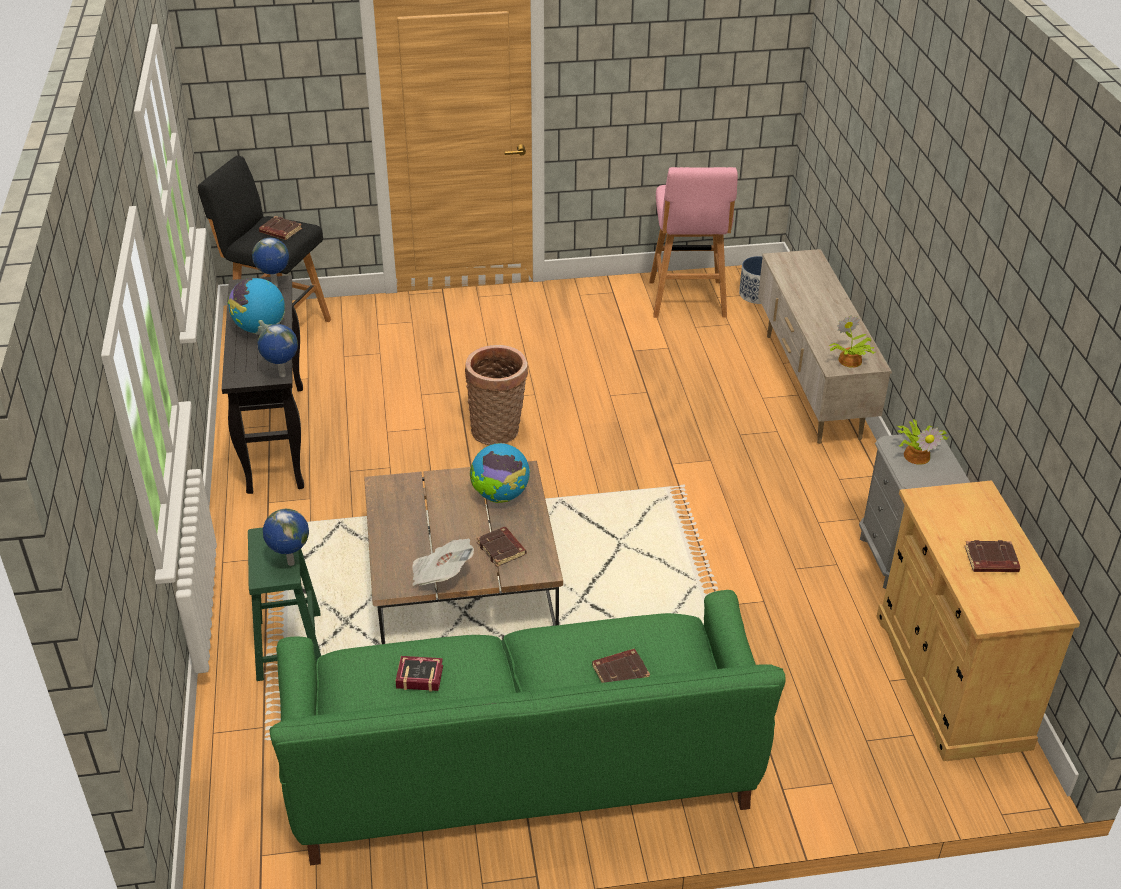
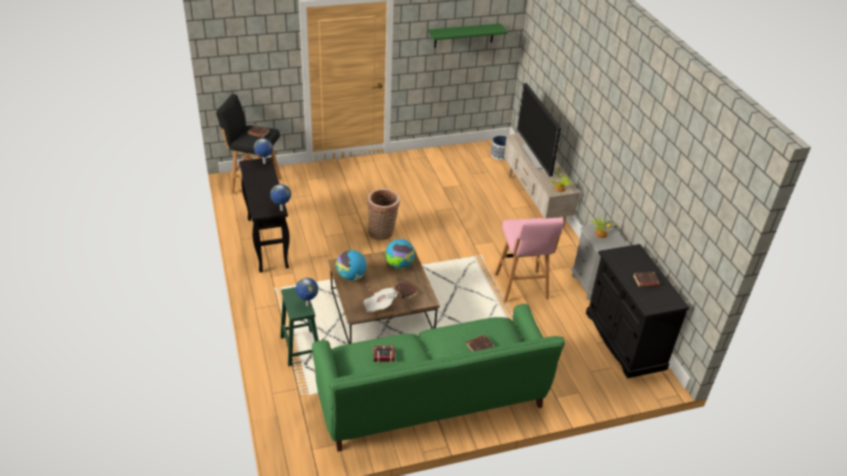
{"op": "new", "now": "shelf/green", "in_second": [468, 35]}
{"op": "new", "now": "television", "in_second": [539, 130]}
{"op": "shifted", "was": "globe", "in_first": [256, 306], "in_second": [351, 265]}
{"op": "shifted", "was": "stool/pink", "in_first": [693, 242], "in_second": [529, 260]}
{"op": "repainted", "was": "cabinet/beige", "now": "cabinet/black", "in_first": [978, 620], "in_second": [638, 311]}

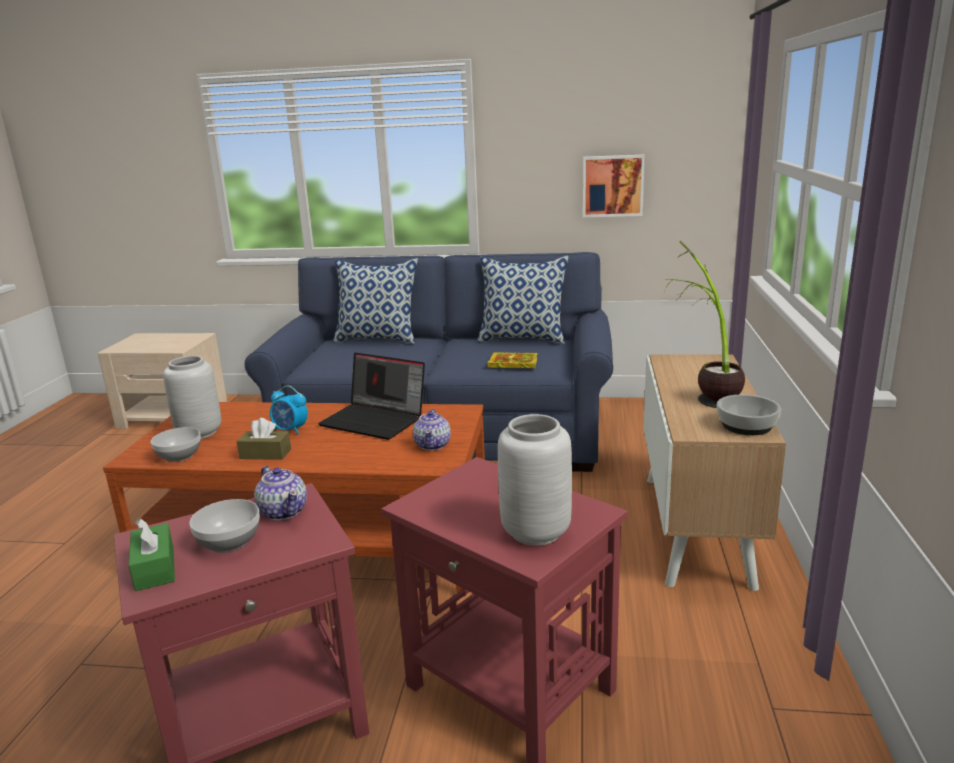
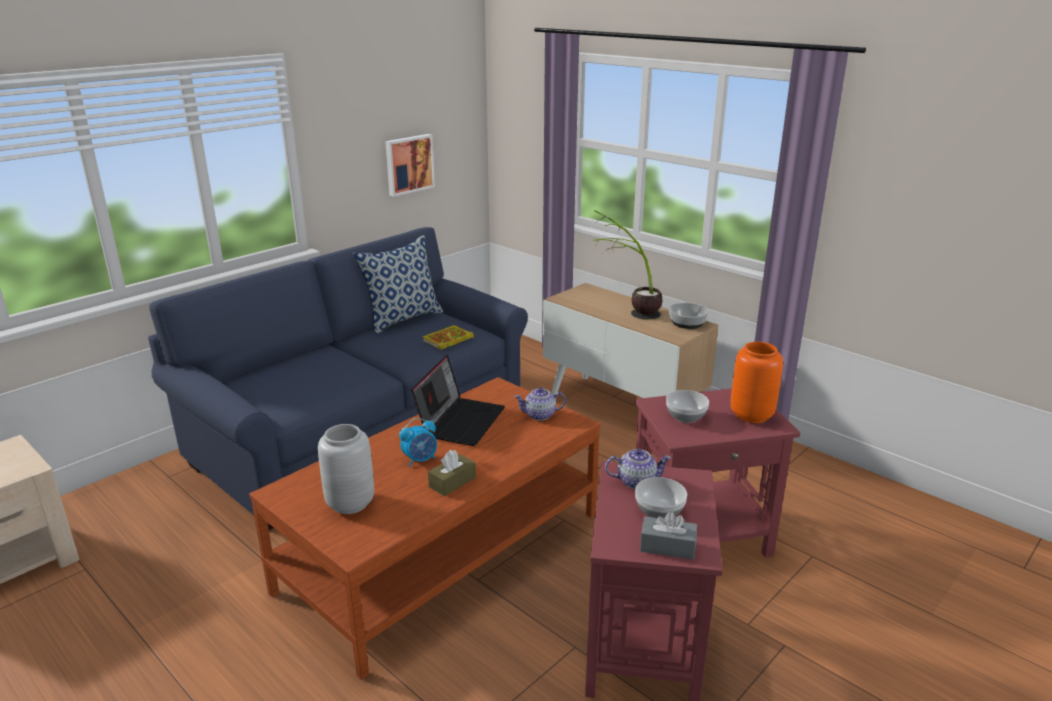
{"op": "gone", "was": "pillow", "in_first": [375, 301]}
{"op": "shifted", "was": "bowl", "in_first": [176, 444], "in_second": [687, 406]}
{"op": "repainted", "was": "tissue box/green", "now": "tissue box/grey", "in_first": [152, 554], "in_second": [668, 535]}
{"op": "repainted", "was": "vase/grey", "now": "vase/orange", "in_first": [535, 480], "in_second": [756, 382]}
{"op": "rotated", "was": "laptop", "in_first": [371, 396], "in_second": [458, 400], "clockwise": -45}
{"op": "rotated", "was": "teapot", "in_first": [432, 430], "in_second": [540, 404], "clockwise": 135}

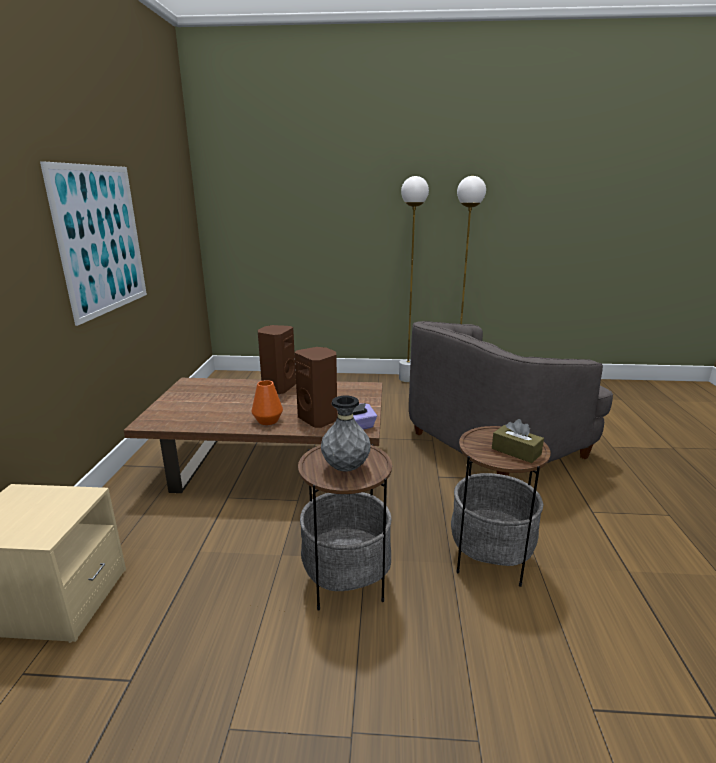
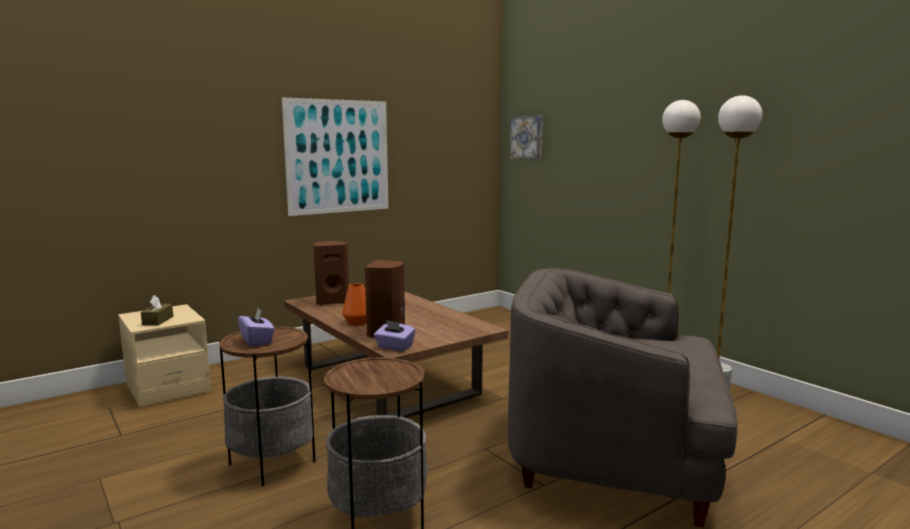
{"op": "new", "now": "picture", "in_second": [526, 138]}
{"op": "shifted", "was": "speaker/brown", "in_first": [277, 359], "in_second": [331, 273]}
{"op": "shifted", "was": "tissue box/brown", "in_first": [518, 441], "in_second": [157, 310]}
{"op": "swapped", "was": "vase/grey", "now": "tissue box/purple", "in_first": [346, 433], "in_second": [256, 327]}

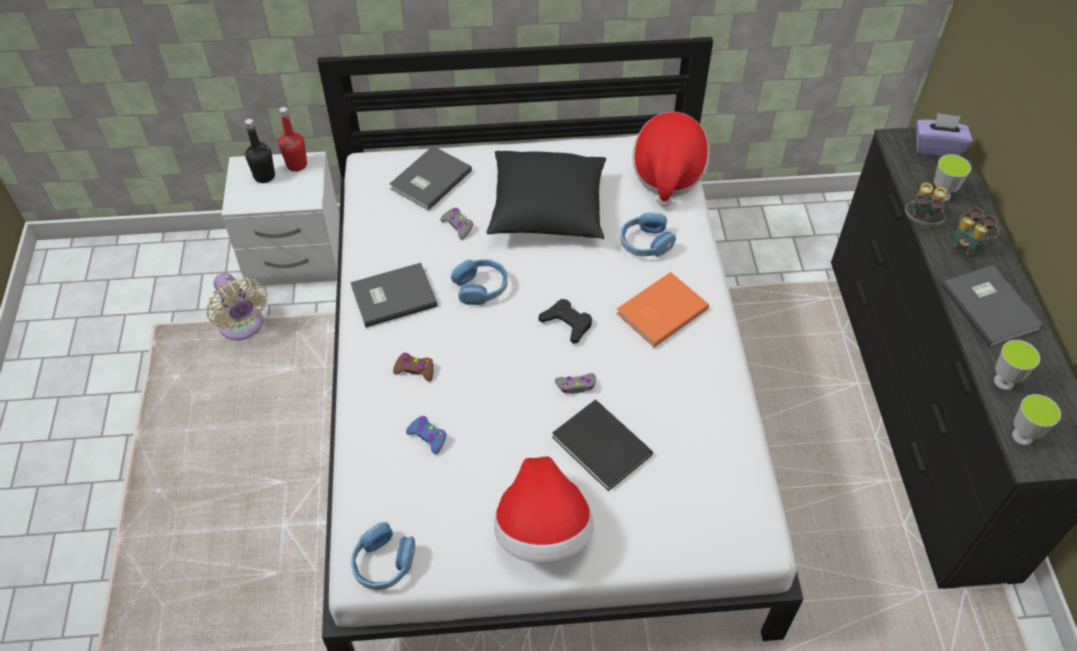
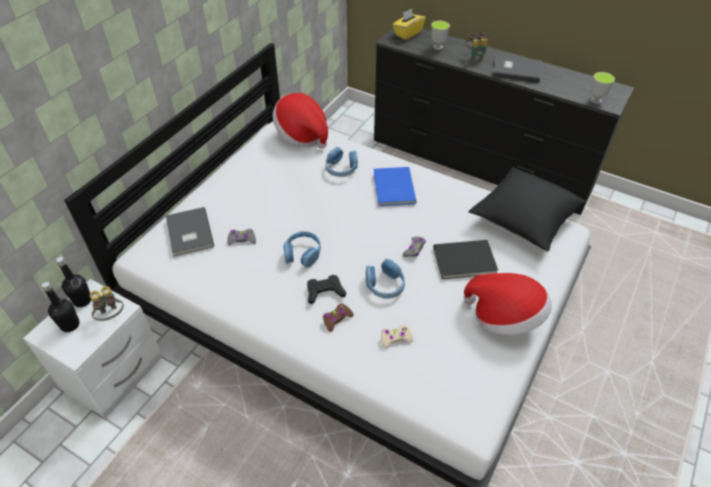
{"op": "gone", "was": "fan/beige", "in_first": [237, 306]}
{"op": "gone", "was": "book/grey", "in_first": [393, 295]}
{"op": "gone", "was": "cup", "in_first": [1017, 365]}
{"op": "shifted", "was": "headphones/blue", "in_first": [383, 556], "in_second": [385, 279]}
{"op": "shifted", "was": "pillow/black", "in_first": [546, 195], "in_second": [527, 209]}
{"op": "shifted", "was": "game controller/black", "in_first": [565, 321], "in_second": [326, 289]}
{"op": "shifted", "was": "binoculars", "in_first": [926, 204], "in_second": [107, 303]}
{"op": "repainted", "was": "bottle/red", "now": "bottle/black", "in_first": [293, 139], "in_second": [74, 282]}
{"op": "repainted", "was": "game controller/blue", "now": "game controller/beige", "in_first": [426, 435], "in_second": [397, 336]}
{"op": "repainted", "was": "book/orange", "now": "book/blue", "in_first": [662, 309], "in_second": [395, 186]}
{"op": "repainted", "was": "tissue box/purple", "now": "tissue box/yellow", "in_first": [944, 135], "in_second": [409, 24]}

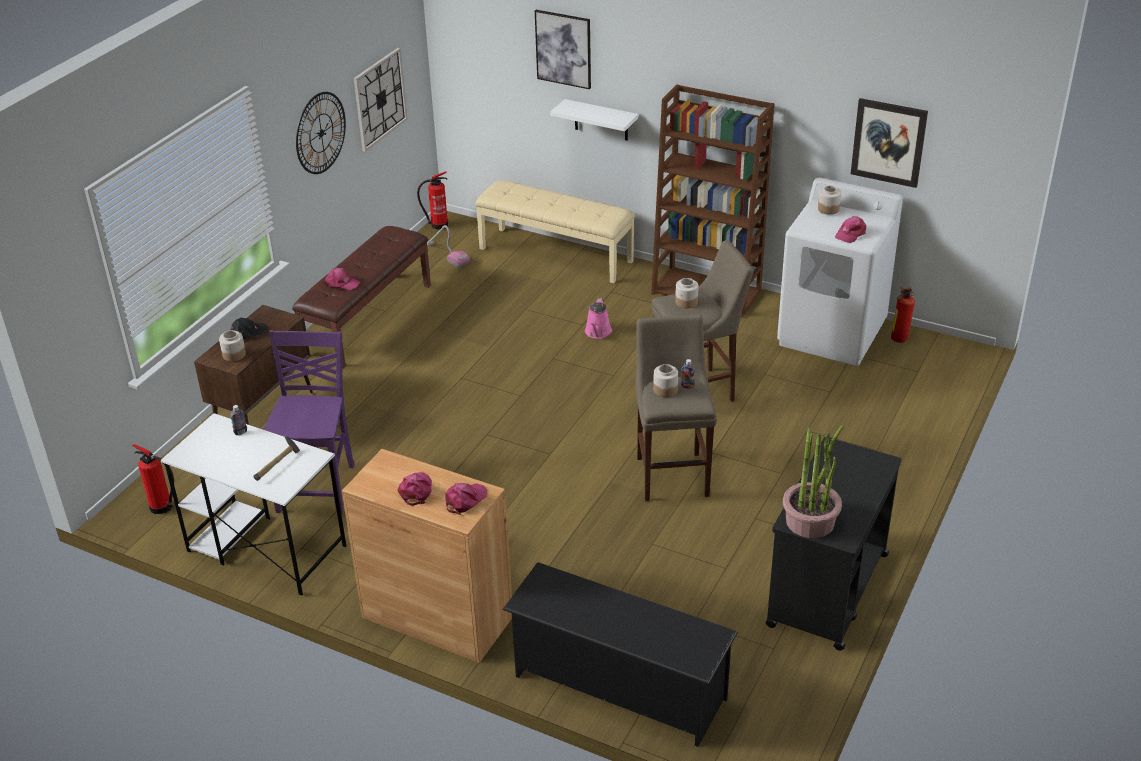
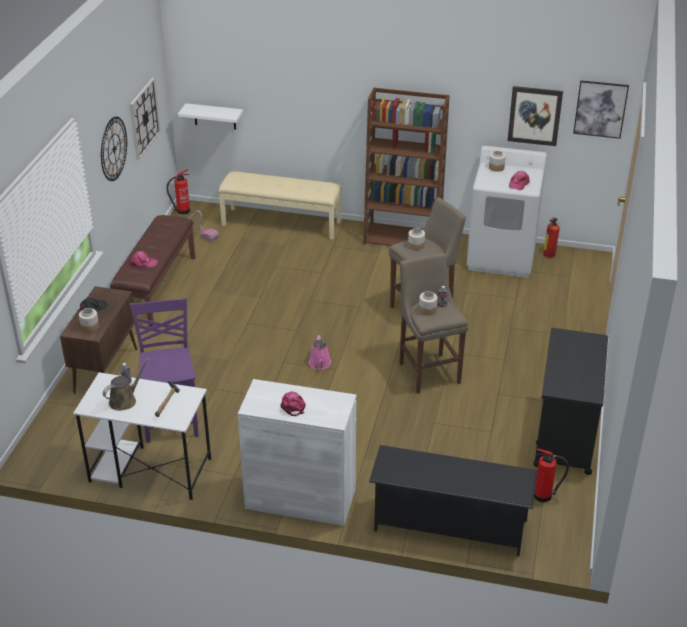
{"op": "gone", "was": "cap/pink", "in_first": [466, 499]}
{"op": "gone", "was": "potted plant", "in_first": [813, 481]}
{"op": "new", "now": "watering can/brown", "in_second": [126, 384]}
{"op": "shifted", "was": "fire extinguisher", "in_first": [153, 479], "in_second": [551, 475]}
{"op": "shifted", "was": "picture", "in_first": [563, 49], "in_second": [601, 109]}
{"op": "shifted", "was": "shelf/white", "in_first": [594, 120], "in_second": [210, 116]}
{"op": "shifted", "was": "watering can/pink", "in_first": [598, 318], "in_second": [320, 352]}
{"op": "repainted", "was": "cabinet/brown", "now": "cabinet/white", "in_first": [427, 556], "in_second": [297, 452]}

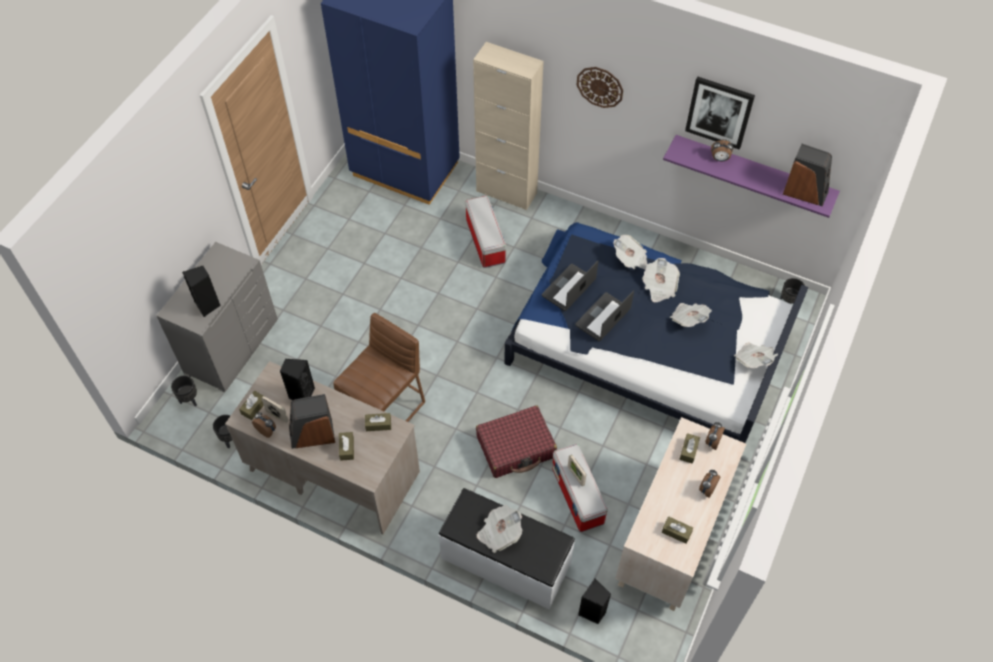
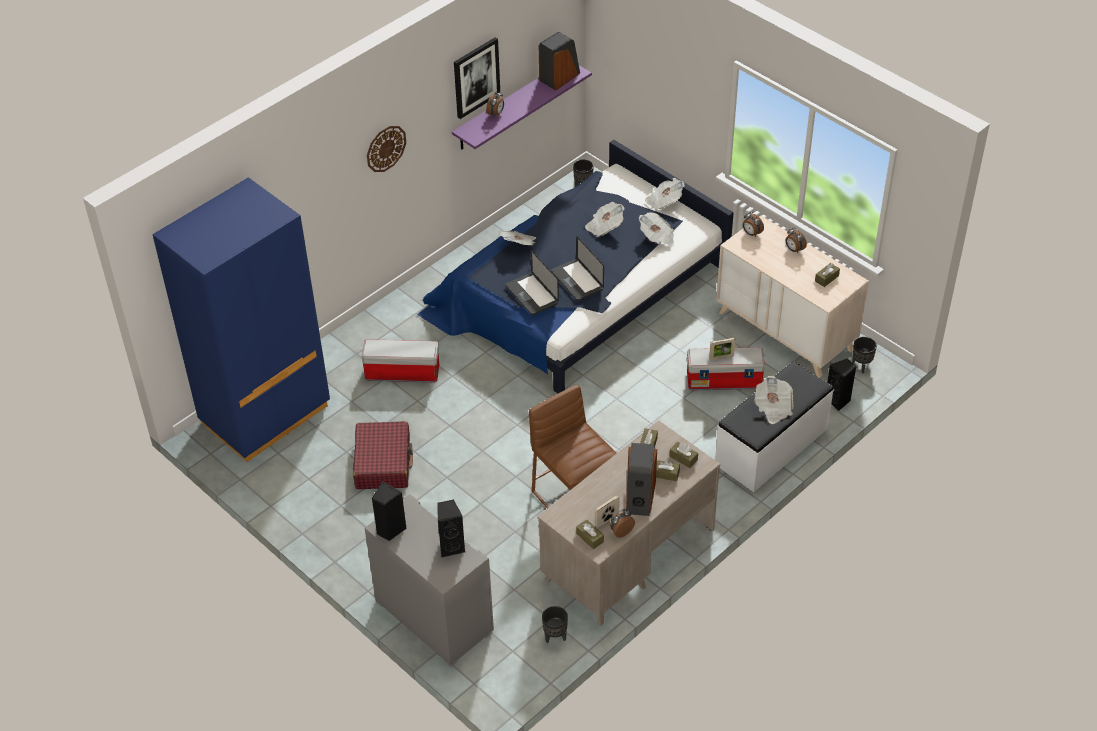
{"op": "gone", "was": "cabinet/beige", "in_first": [508, 126]}
{"op": "shifted", "was": "planter/black", "in_first": [184, 391], "in_second": [864, 355]}
{"op": "shifted", "was": "speaker/black", "in_first": [297, 379], "in_second": [389, 511]}
{"op": "shifted", "was": "suitcase/red", "in_first": [516, 441], "in_second": [383, 455]}
{"op": "shifted", "was": "newspaper", "in_first": [661, 280], "in_second": [656, 229]}
{"op": "shifted", "was": "tissue box/brown", "in_first": [689, 448], "in_second": [683, 455]}

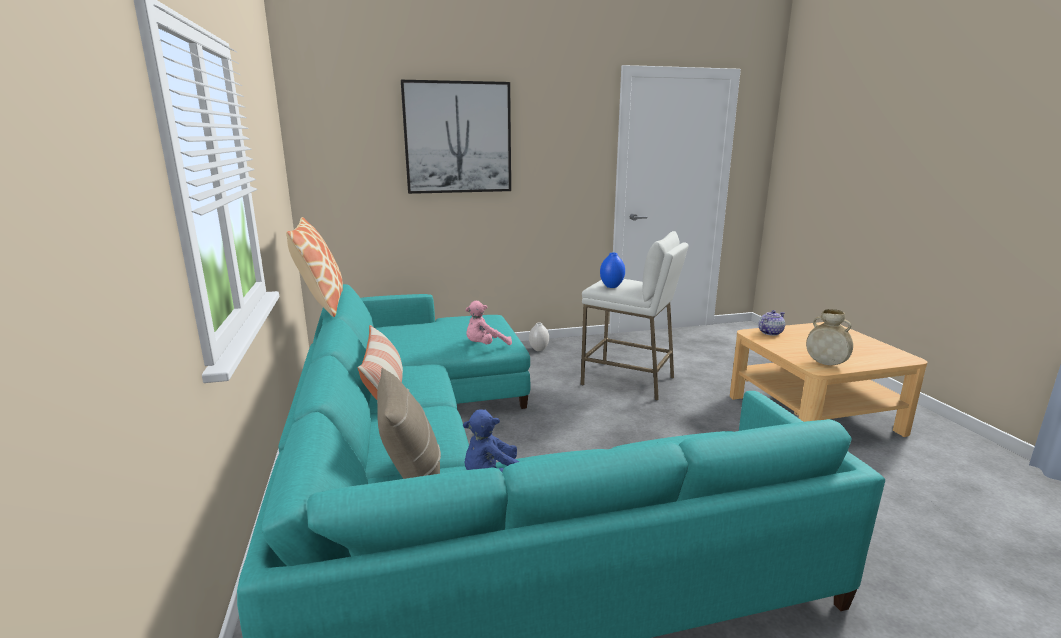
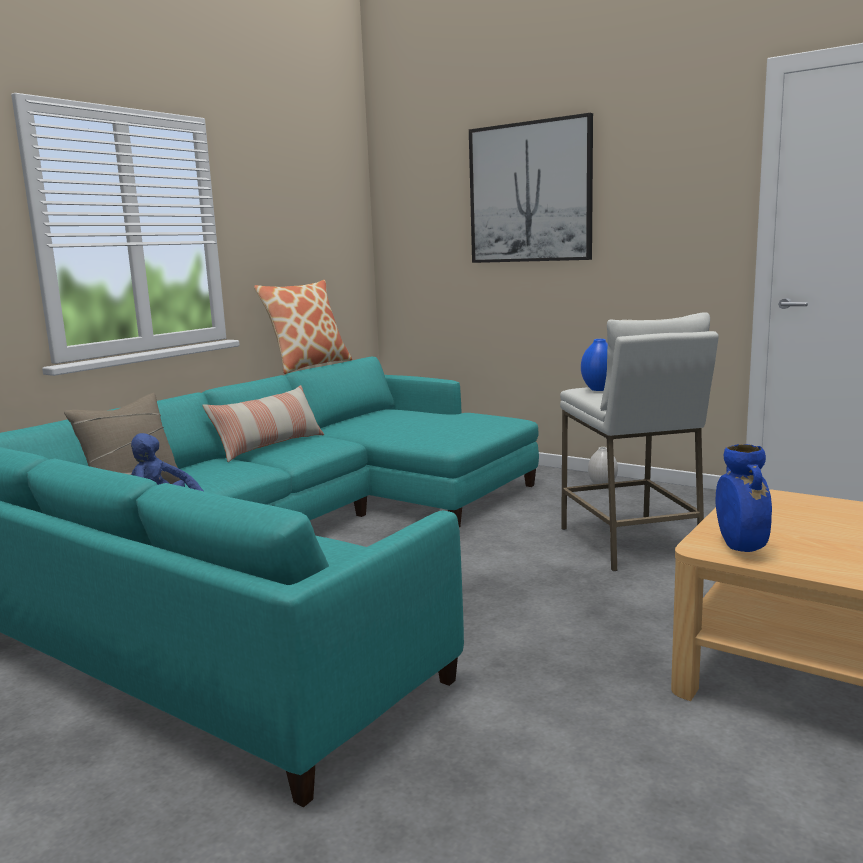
{"op": "gone", "was": "plush toy/pink", "in_first": [488, 323]}
{"op": "gone", "was": "teapot", "in_first": [771, 323]}
{"op": "repainted", "was": "vase/beige", "now": "vase/blue", "in_first": [829, 337], "in_second": [744, 498]}

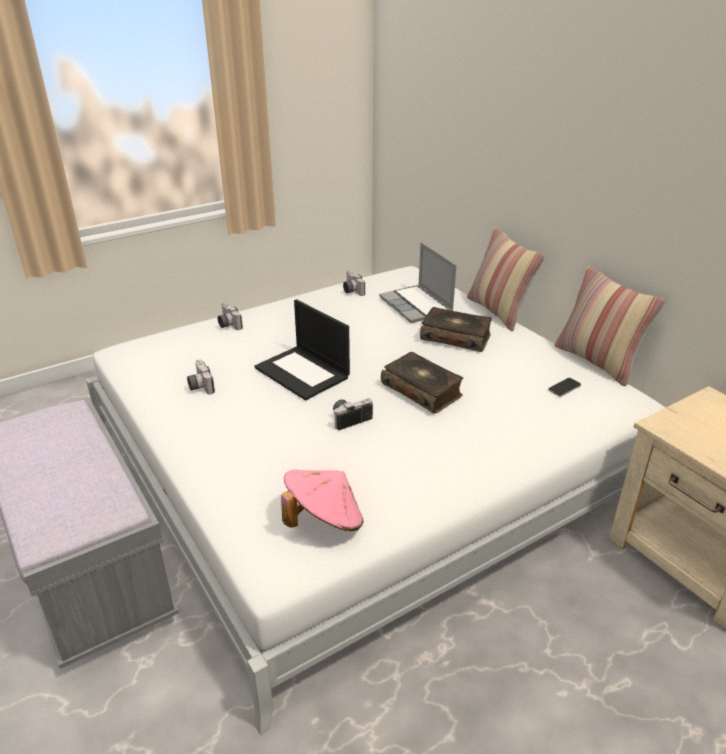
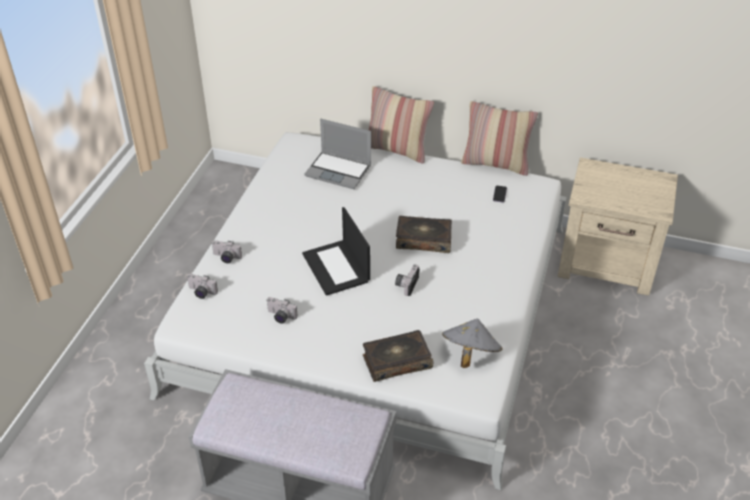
{"op": "shifted", "was": "photo camera", "in_first": [354, 283], "in_second": [202, 286]}
{"op": "shifted", "was": "book", "in_first": [456, 329], "in_second": [398, 356]}
{"op": "repainted", "was": "hat/pink", "now": "hat/grey", "in_first": [322, 500], "in_second": [472, 343]}
{"op": "rotated", "was": "laptop", "in_first": [302, 349], "in_second": [336, 251], "clockwise": 60}

